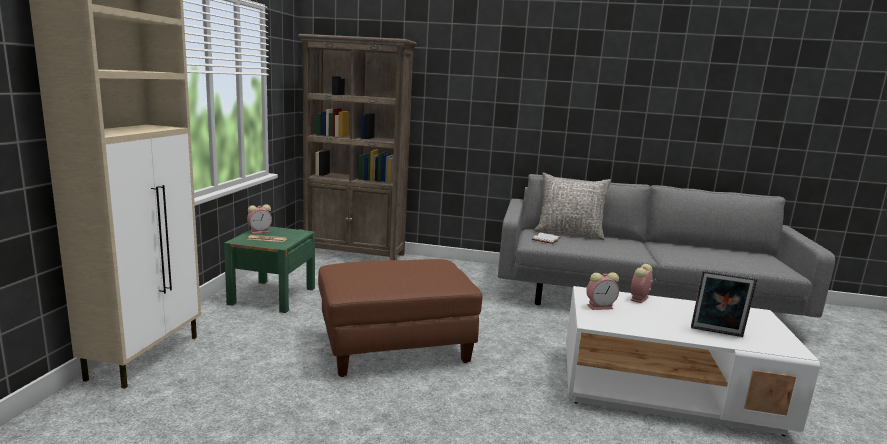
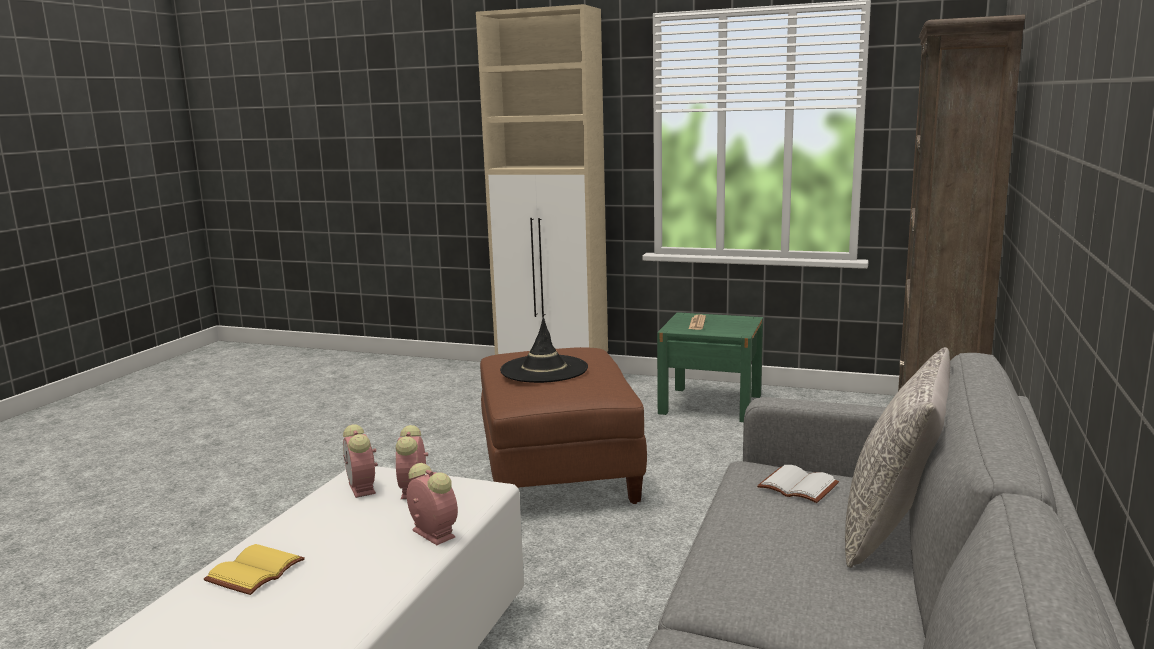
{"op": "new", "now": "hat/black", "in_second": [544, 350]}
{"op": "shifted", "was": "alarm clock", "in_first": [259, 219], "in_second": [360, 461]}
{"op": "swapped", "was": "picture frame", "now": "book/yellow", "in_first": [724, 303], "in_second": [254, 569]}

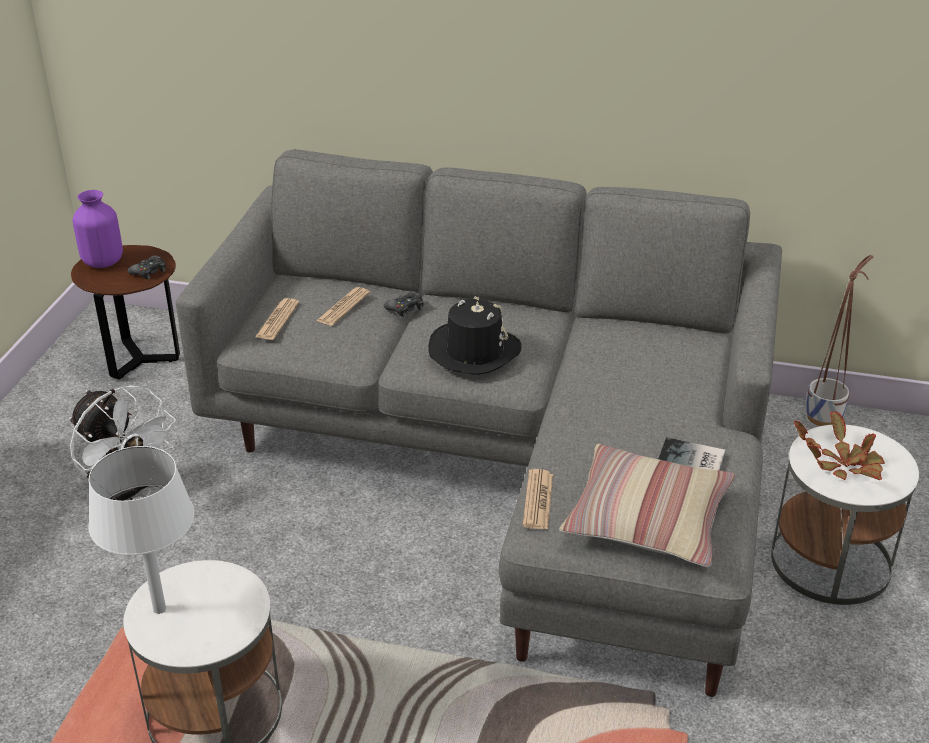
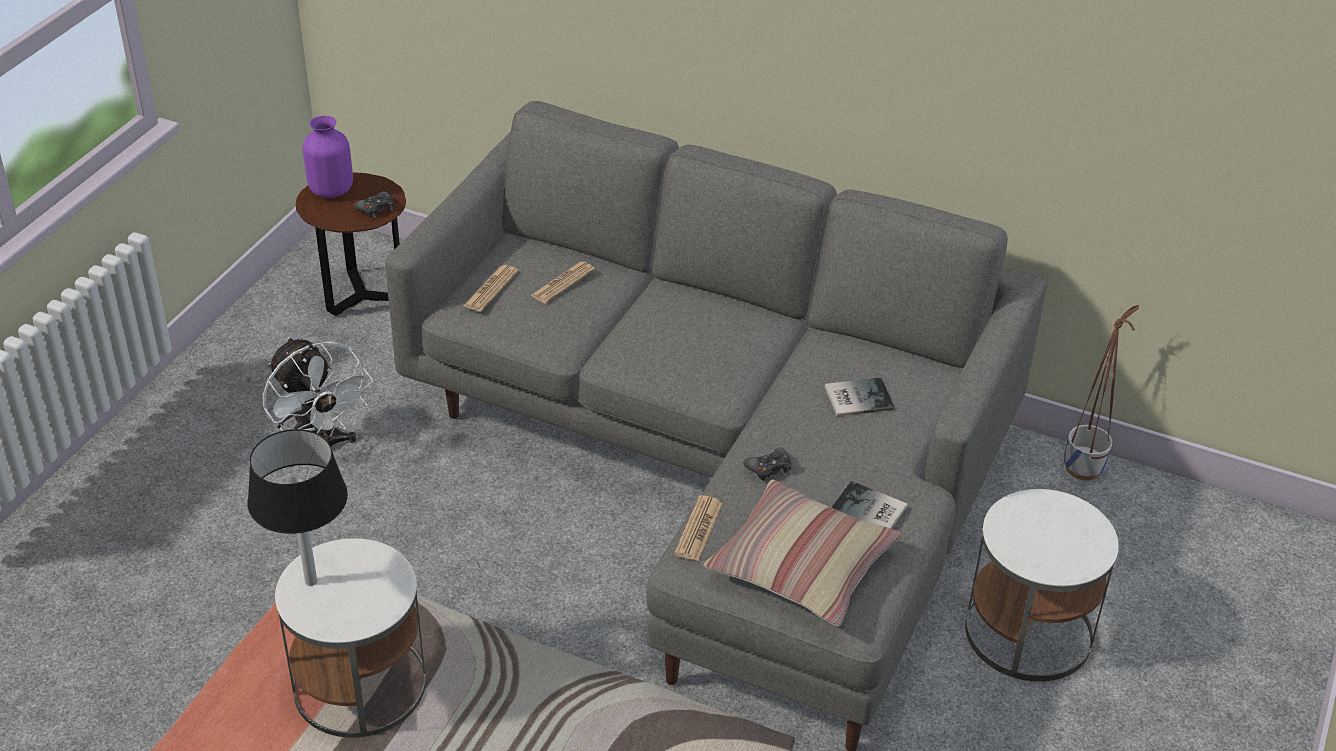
{"op": "gone", "was": "hat/black", "in_first": [474, 335]}
{"op": "gone", "was": "potted plant", "in_first": [839, 445]}
{"op": "new", "now": "book", "in_second": [859, 396]}
{"op": "shifted", "was": "game controller/black", "in_first": [403, 304], "in_second": [767, 464]}
{"op": "repainted", "was": "table lamp/white", "now": "table lamp/black", "in_first": [141, 530], "in_second": [298, 507]}

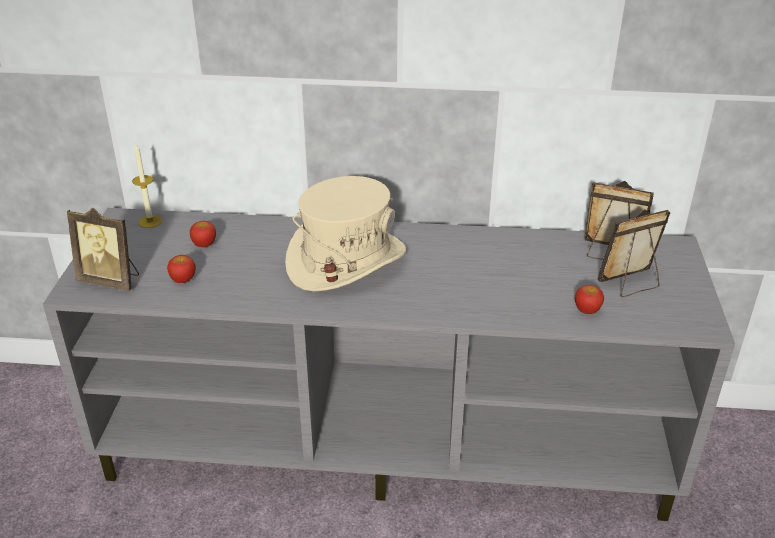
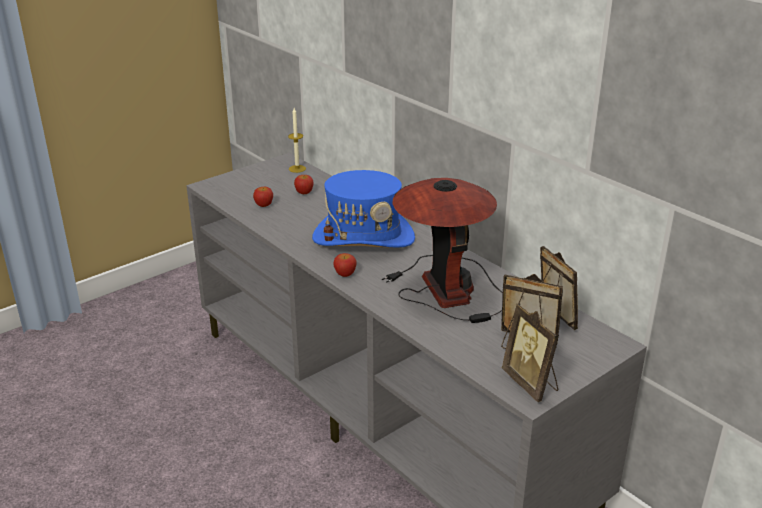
{"op": "new", "now": "table lamp", "in_second": [442, 250]}
{"op": "shifted", "was": "picture frame", "in_first": [103, 249], "in_second": [530, 352]}
{"op": "shifted", "was": "apple", "in_first": [589, 299], "in_second": [345, 265]}
{"op": "repainted", "was": "hat/beige", "now": "hat/blue", "in_first": [345, 233], "in_second": [363, 209]}

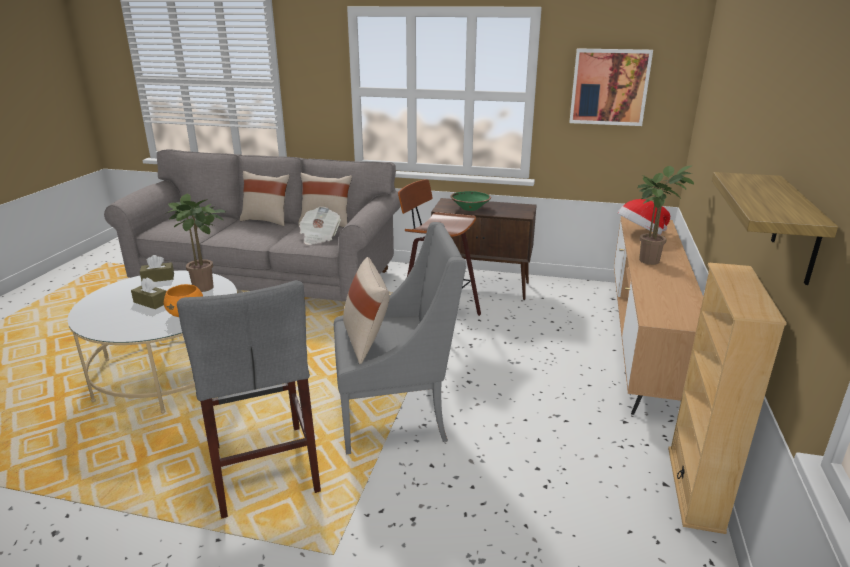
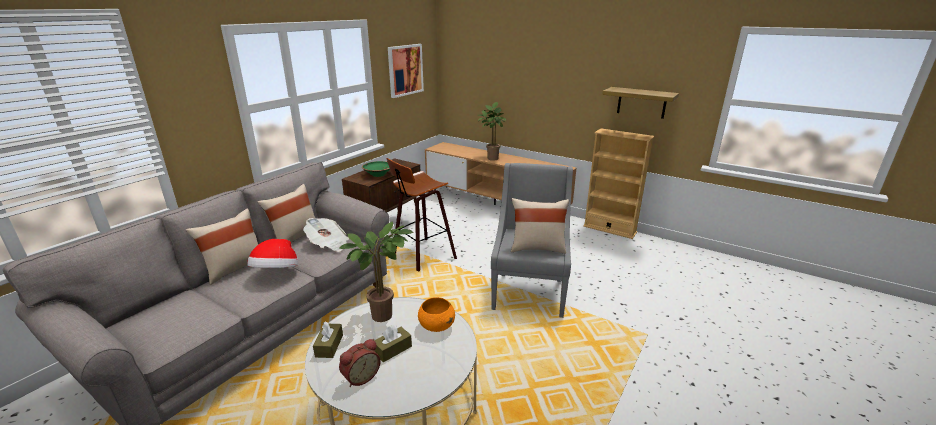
{"op": "gone", "was": "stool/grey", "in_first": [249, 399]}
{"op": "new", "now": "alarm clock", "in_second": [360, 363]}
{"op": "shifted", "was": "hat", "in_first": [644, 217], "in_second": [272, 253]}

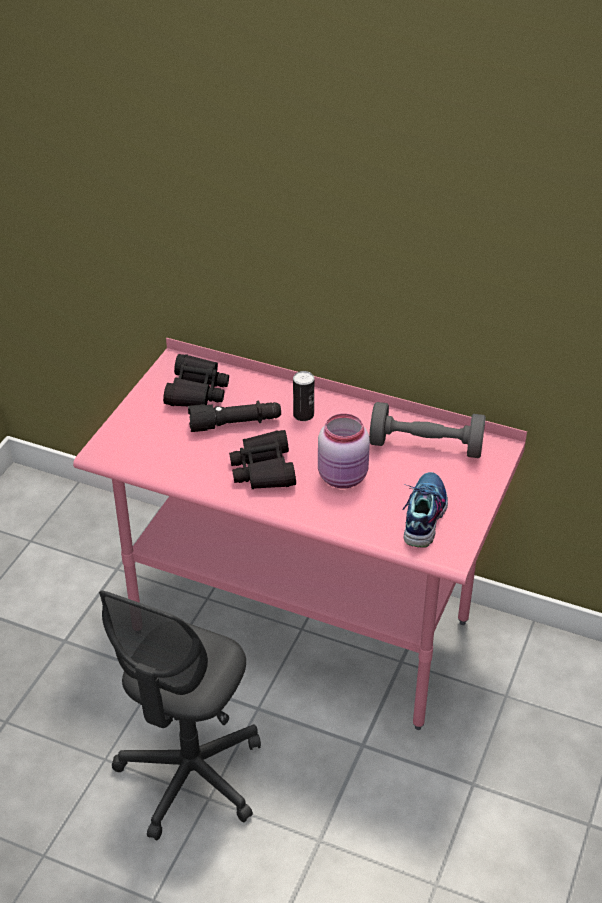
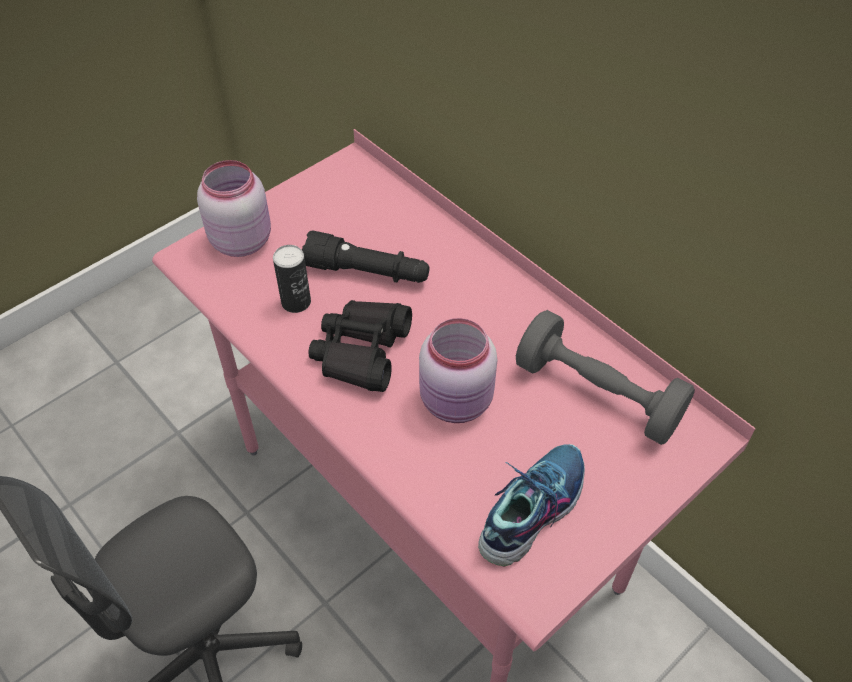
{"op": "gone", "was": "binoculars/black", "in_first": [196, 380]}
{"op": "new", "now": "jar/pink", "in_second": [234, 208]}
{"op": "shifted", "was": "can", "in_first": [303, 396], "in_second": [292, 279]}

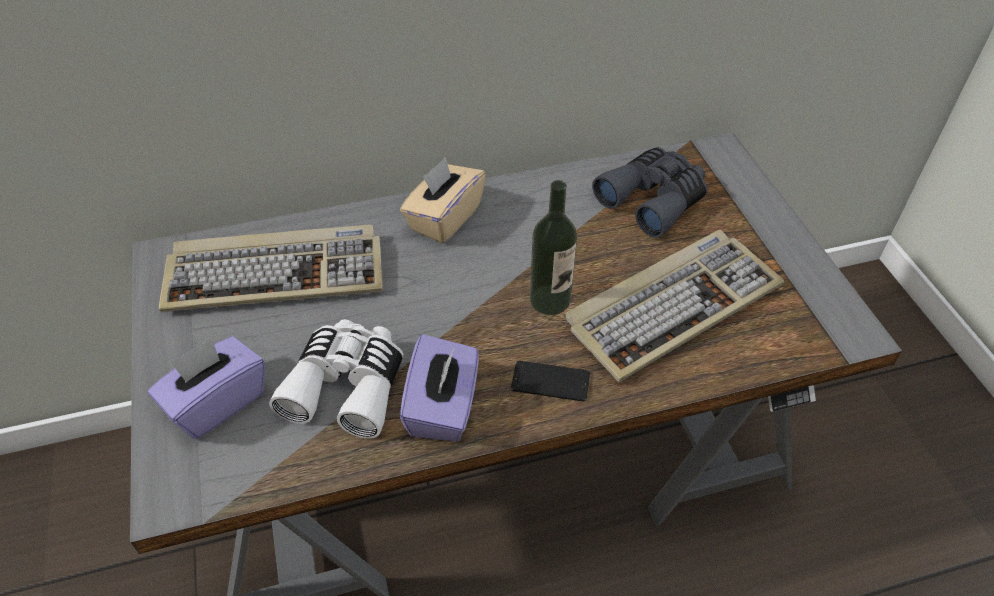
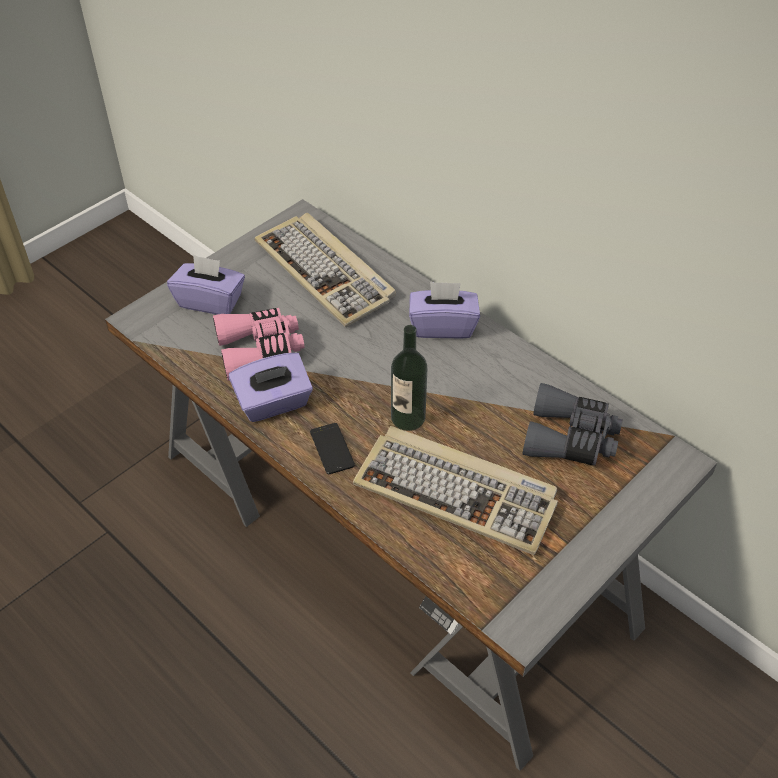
{"op": "repainted", "was": "binoculars/white", "now": "binoculars/pink", "in_first": [336, 379], "in_second": [259, 344]}
{"op": "repainted", "was": "tissue box/beige", "now": "tissue box/purple", "in_first": [443, 200], "in_second": [444, 310]}

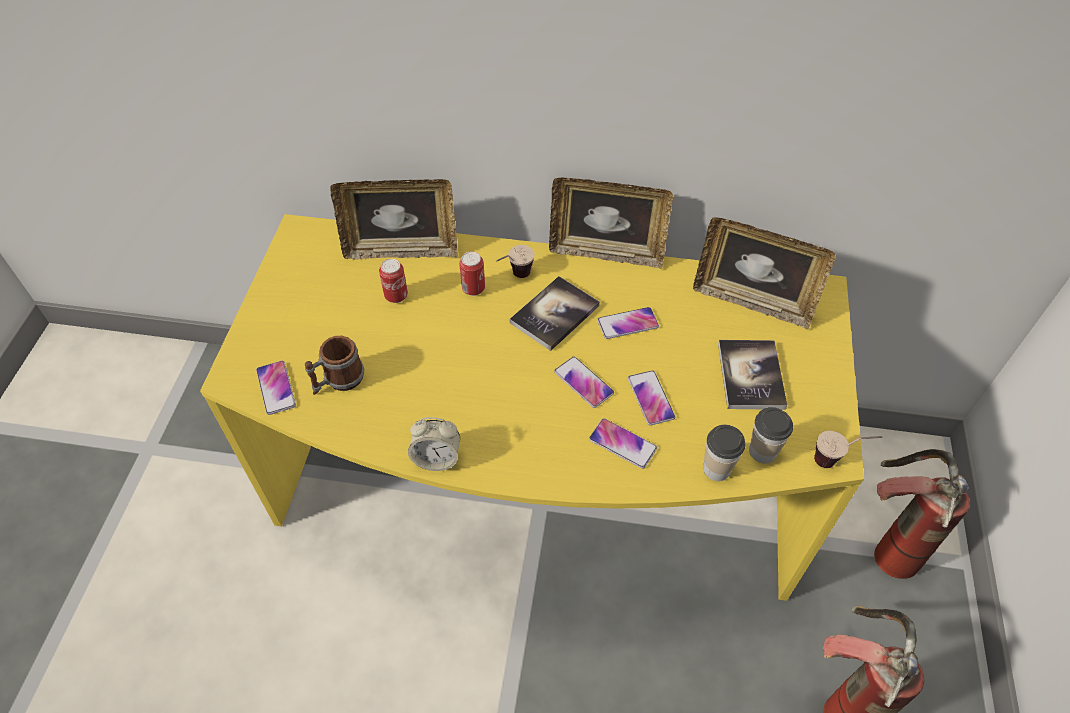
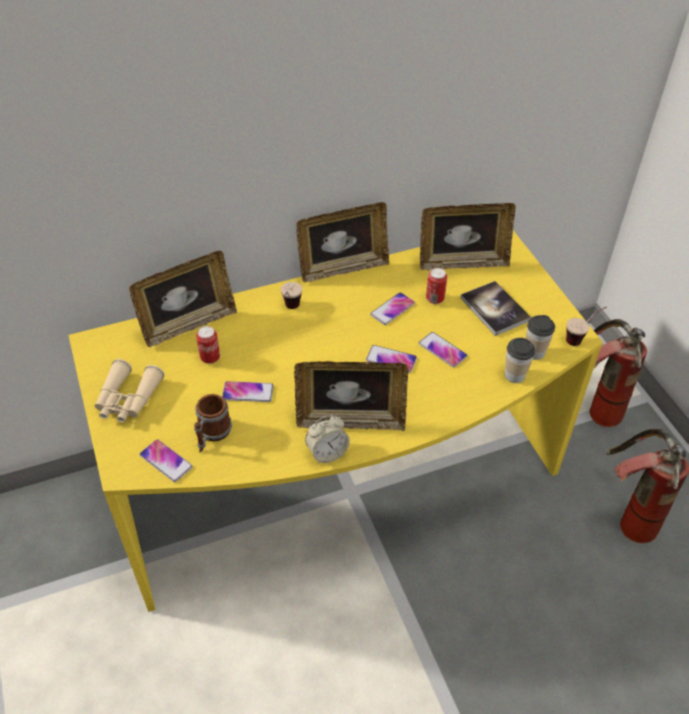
{"op": "gone", "was": "book", "in_first": [555, 313]}
{"op": "new", "now": "binoculars/beige", "in_second": [129, 391]}
{"op": "new", "now": "picture frame", "in_second": [351, 396]}
{"op": "shifted", "was": "can", "in_first": [472, 273], "in_second": [436, 286]}
{"op": "shifted", "was": "phone", "in_first": [623, 443], "in_second": [248, 391]}

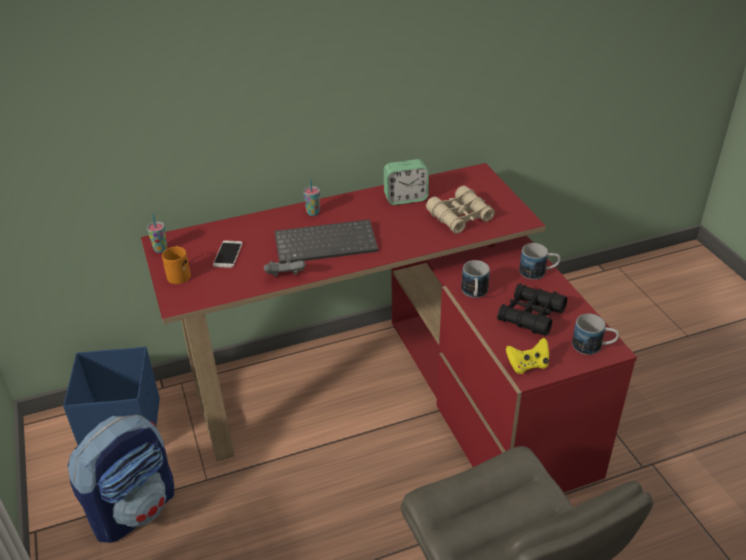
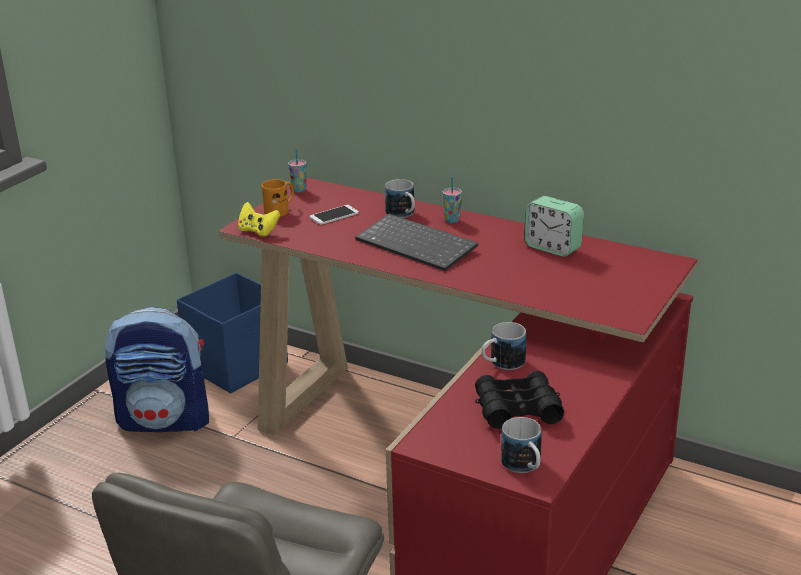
{"op": "gone", "was": "game controller/grey", "in_first": [284, 268]}
{"op": "gone", "was": "binoculars/beige", "in_first": [460, 210]}
{"op": "shifted", "was": "game controller/yellow", "in_first": [527, 356], "in_second": [259, 219]}
{"op": "shifted", "was": "mug", "in_first": [540, 261], "in_second": [400, 198]}

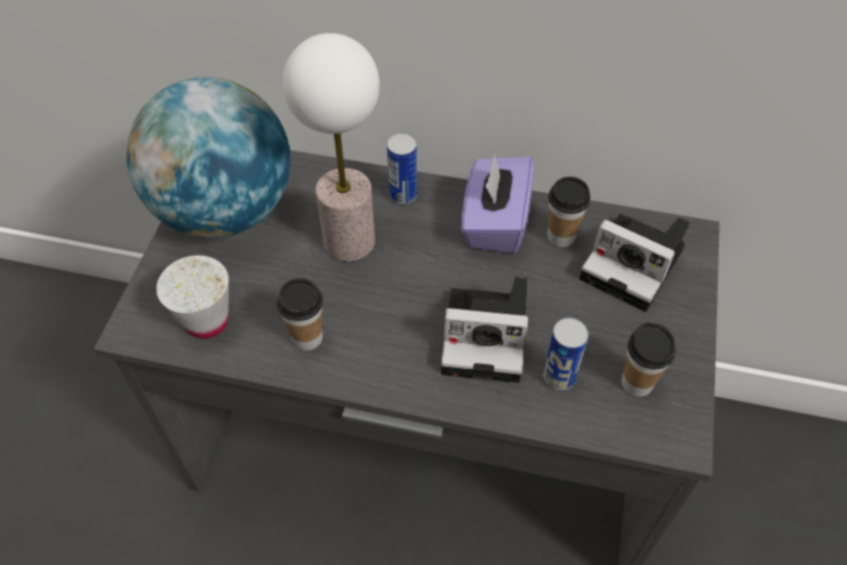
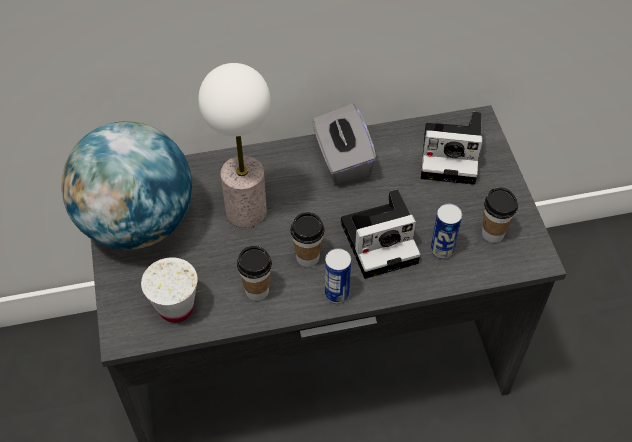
{"op": "shifted", "was": "can", "in_first": [402, 169], "in_second": [338, 276]}
{"op": "shifted", "was": "cup", "in_first": [568, 212], "in_second": [307, 239]}
{"op": "repainted", "was": "tissue box/purple", "now": "tissue box/grey", "in_first": [498, 204], "in_second": [344, 143]}

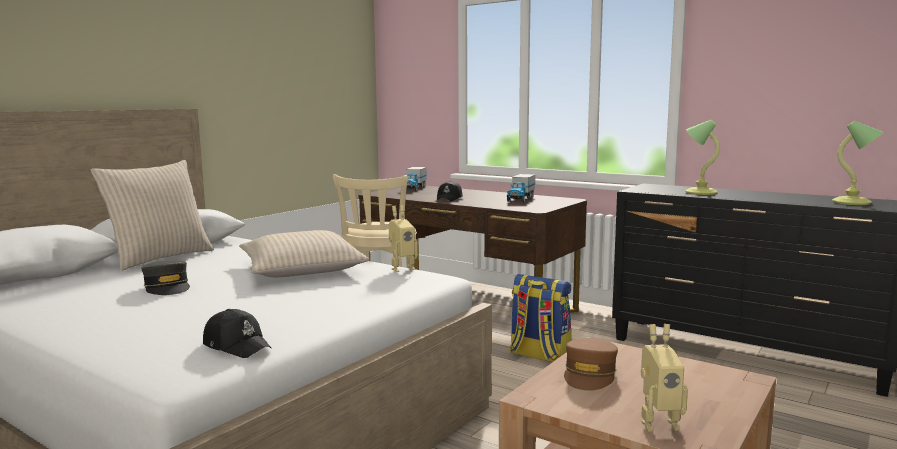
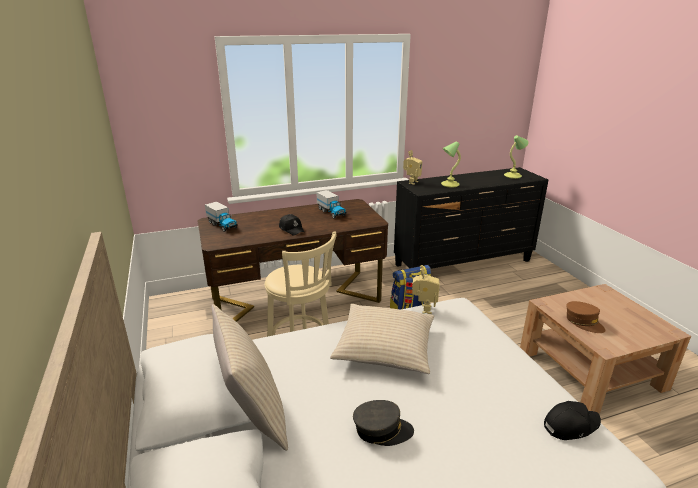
{"op": "shifted", "was": "toy robot", "in_first": [664, 377], "in_second": [412, 167]}

